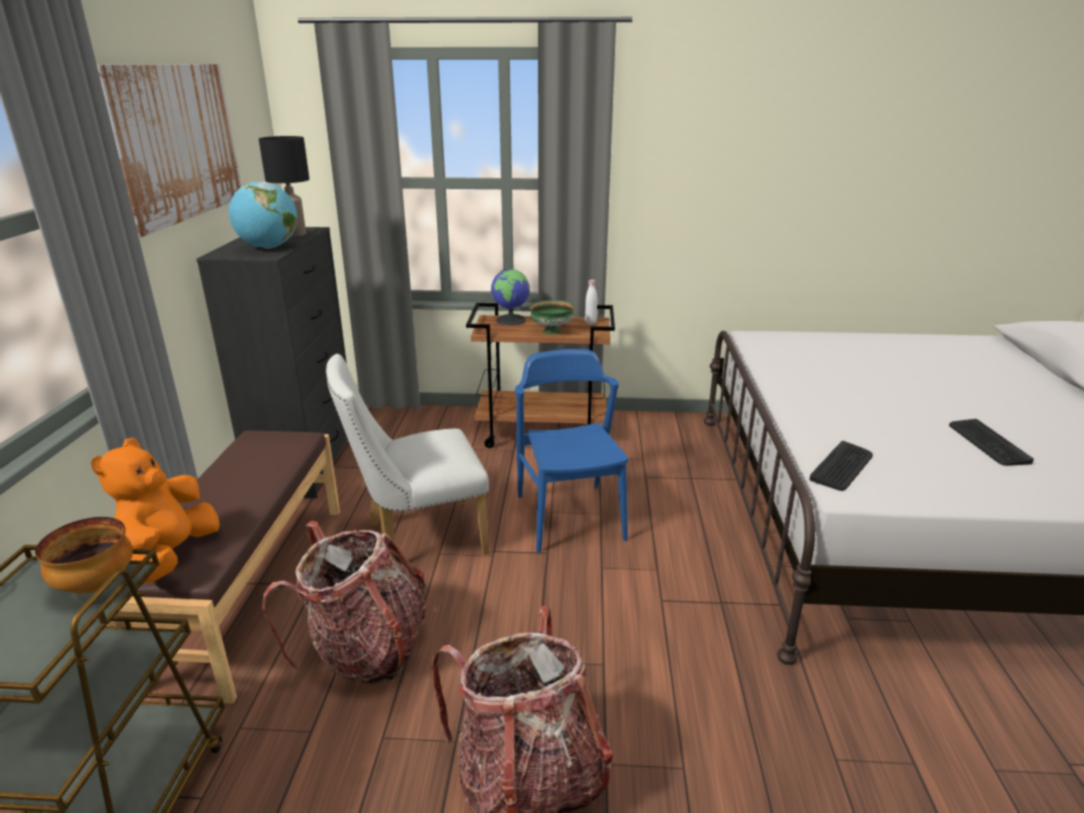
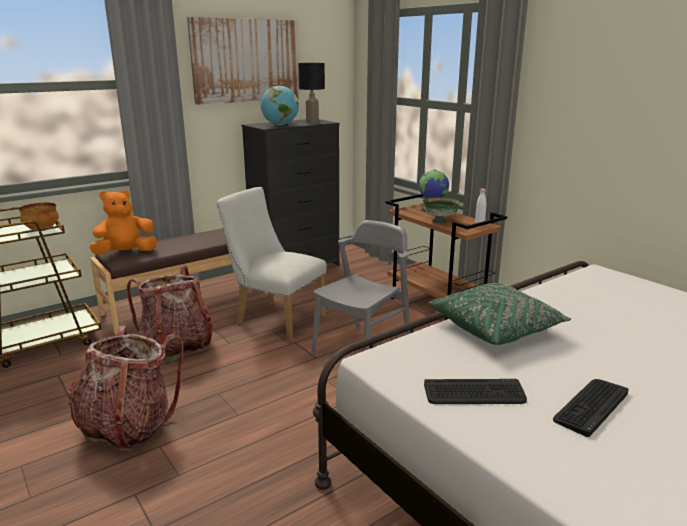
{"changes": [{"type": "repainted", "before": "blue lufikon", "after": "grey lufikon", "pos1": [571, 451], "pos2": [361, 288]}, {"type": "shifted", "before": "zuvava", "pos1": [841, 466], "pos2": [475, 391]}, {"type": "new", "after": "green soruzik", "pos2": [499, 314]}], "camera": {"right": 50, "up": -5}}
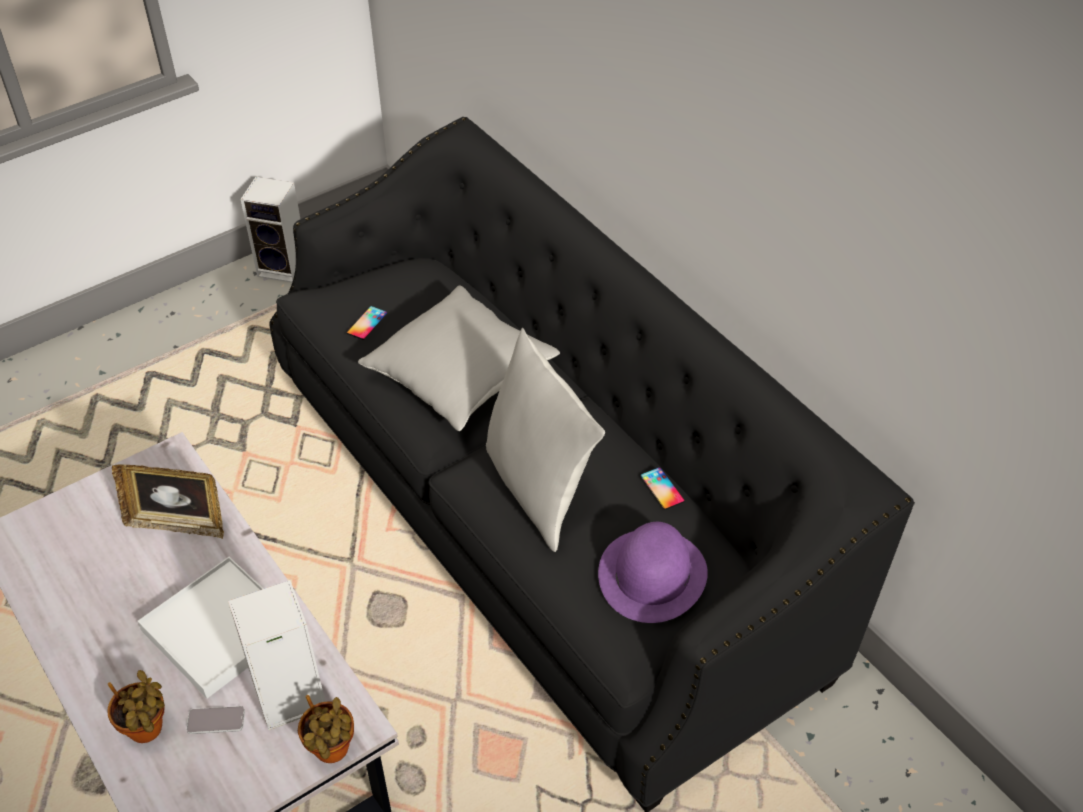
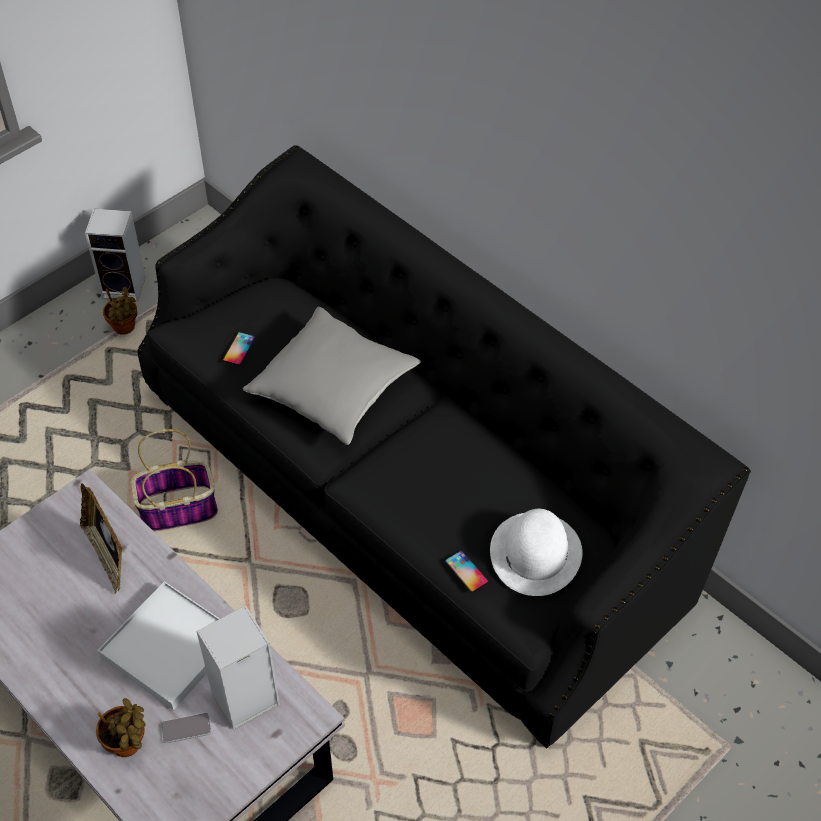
{"changes": [{"type": "rotated", "before": "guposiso", "pos1": [168, 501], "pos2": [101, 538], "turn": 60}, {"type": "shifted", "before": "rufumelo", "pos1": [326, 729], "pos2": [120, 311]}, {"type": "gone", "before": "grey soruzik", "pos1": [545, 440]}, {"type": "repainted", "before": "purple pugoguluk", "after": "white pugoguluk", "pos1": [653, 572], "pos2": [536, 552]}, {"type": "shifted", "before": "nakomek", "pos1": [662, 488], "pos2": [466, 571]}, {"type": "new", "after": "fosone", "pos2": [174, 480]}], "camera": {"right": -10, "up": 5}}
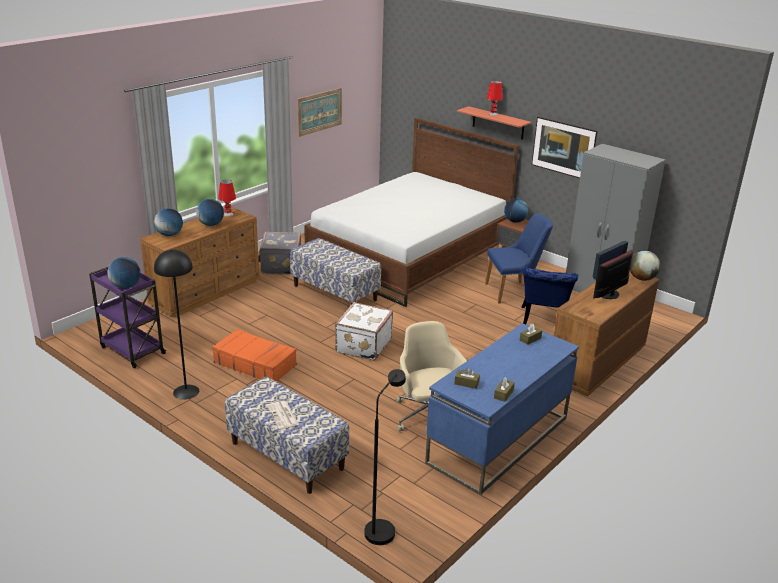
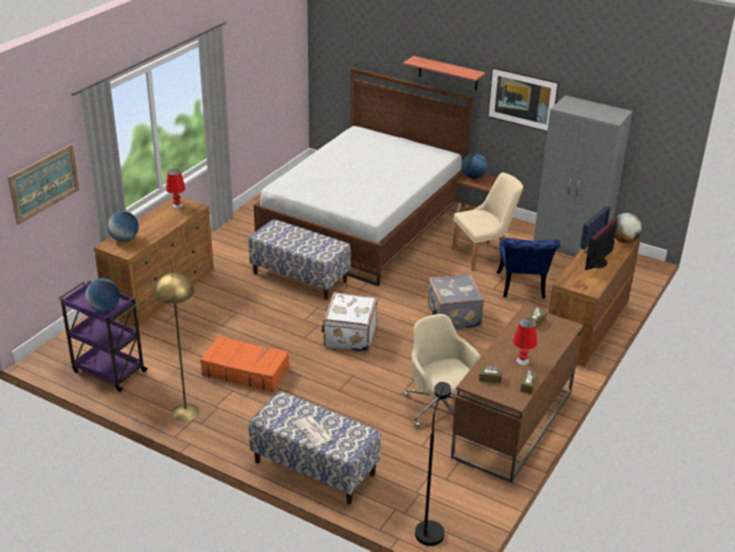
{"changes": [{"type": "repainted", "before": "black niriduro", "after": "yellow niriduro", "pos1": [176, 324], "pos2": [177, 347]}, {"type": "gone", "before": "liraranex", "pos1": [210, 212]}, {"type": "shifted", "before": "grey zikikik", "pos1": [279, 253], "pos2": [456, 302]}, {"type": "shifted", "before": "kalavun", "pos1": [319, 112], "pos2": [43, 184]}, {"type": "repainted", "before": "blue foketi", "after": "brown foketi", "pos1": [502, 409], "pos2": [517, 393]}, {"type": "repainted", "before": "blue lufikon", "after": "beige lufikon", "pos1": [519, 258], "pos2": [487, 222]}, {"type": "shifted", "before": "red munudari", "pos1": [495, 98], "pos2": [525, 341]}], "camera": {"right": -10, "up": 5}}
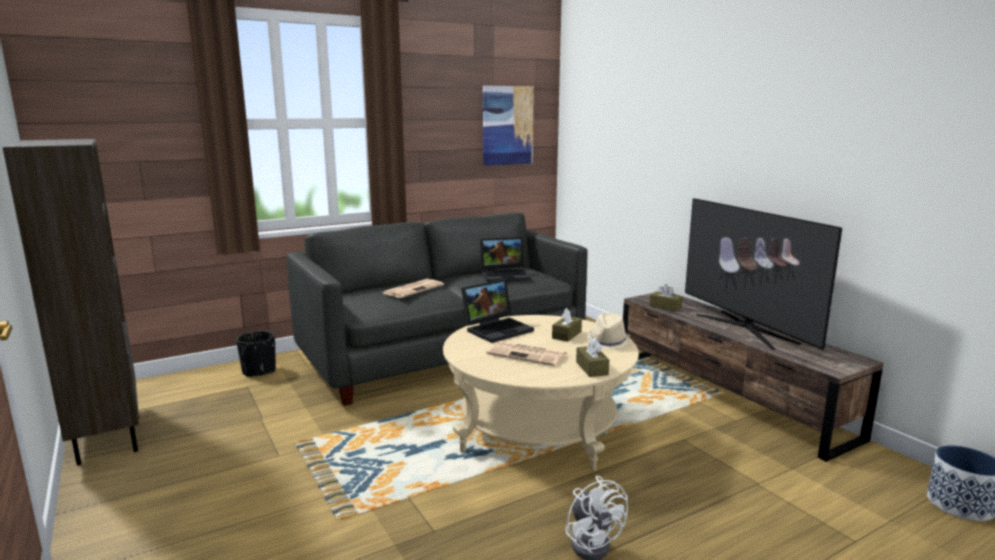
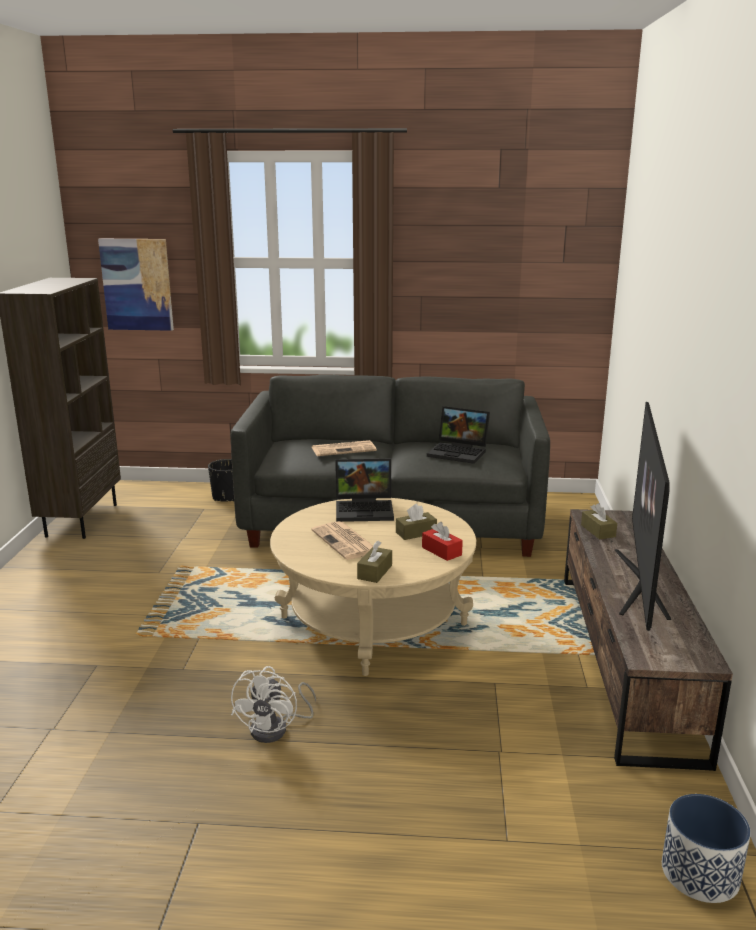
{"changes": [{"type": "shifted", "before": "kalavun", "pos1": [508, 125], "pos2": [136, 285]}, {"type": "swapped", "before": "beige pugoguluk", "after": "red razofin", "pos1": [608, 331], "pos2": [442, 541]}], "camera": {"right": 35, "up": 5}}
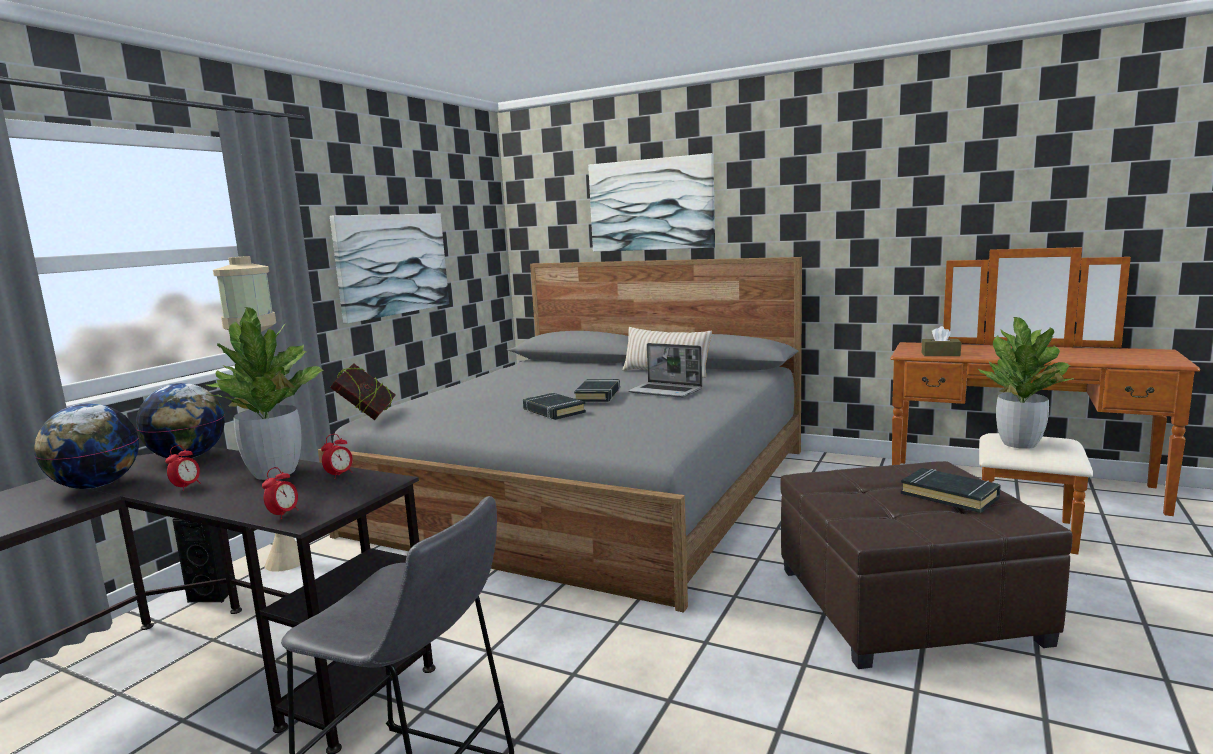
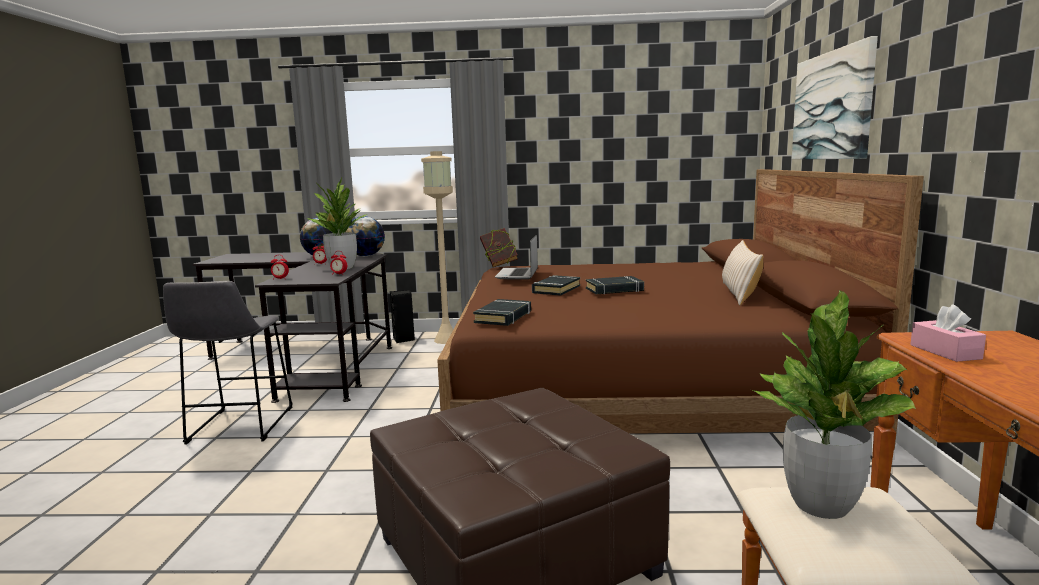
{"changes": [{"type": "repainted", "before": "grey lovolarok", "after": "brown lovolarok", "pos1": [560, 434], "pos2": [680, 309]}, {"type": "gone", "before": "kalavun", "pos1": [389, 268]}, {"type": "shifted", "before": "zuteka", "pos1": [665, 370], "pos2": [516, 257]}, {"type": "shifted", "before": "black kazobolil", "pos1": [951, 490], "pos2": [502, 312]}, {"type": "repainted", "before": "brown razofin", "after": "pink razofin", "pos1": [941, 341], "pos2": [948, 333]}], "camera": {"right": 65, "up": 0}}
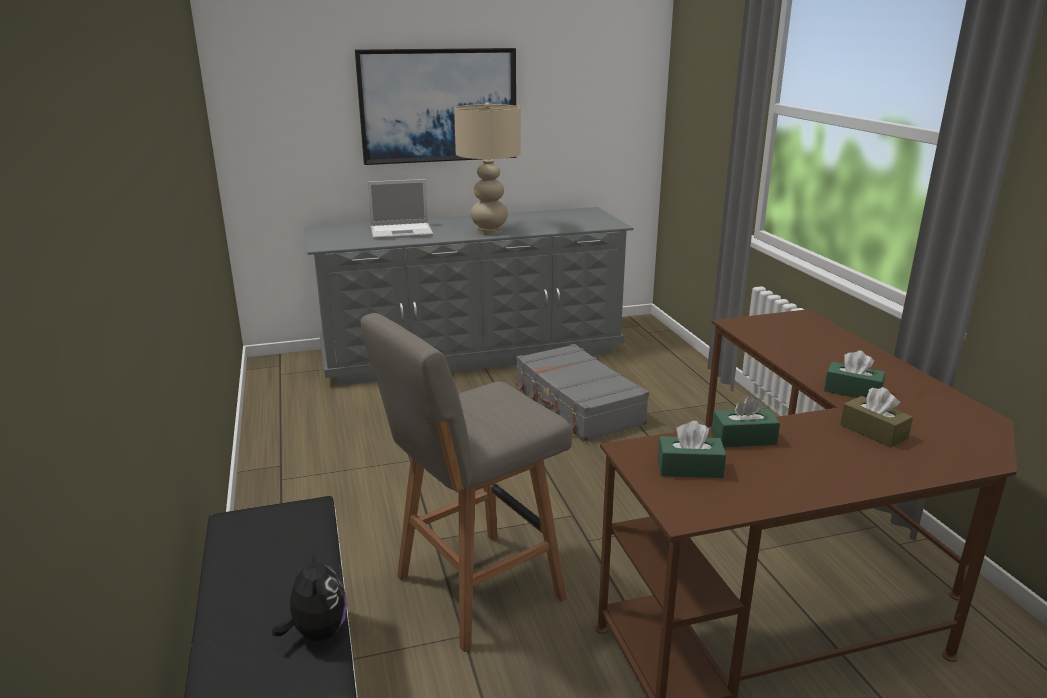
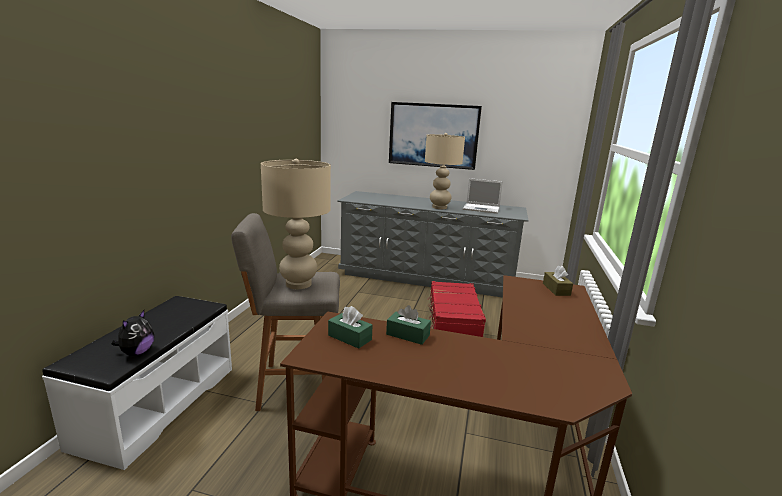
{"changes": [{"type": "shifted", "before": "zuteka", "pos1": [400, 209], "pos2": [483, 196]}, {"type": "repainted", "before": "grey zikikik", "after": "red zikikik", "pos1": [582, 392], "pos2": [456, 309]}, {"type": "gone", "before": "green razofin", "pos1": [854, 374]}, {"type": "shifted", "before": "brown razofin", "pos1": [876, 417], "pos2": [558, 281]}, {"type": "new", "after": "beige munudari", "pos2": [296, 224]}], "camera": {"right": 30, "up": -5}}
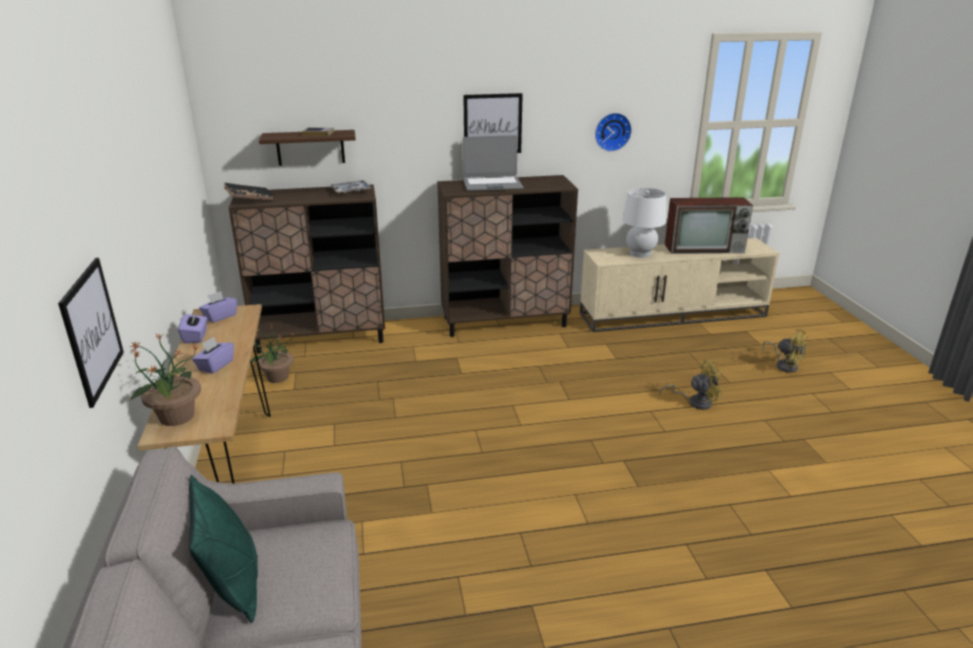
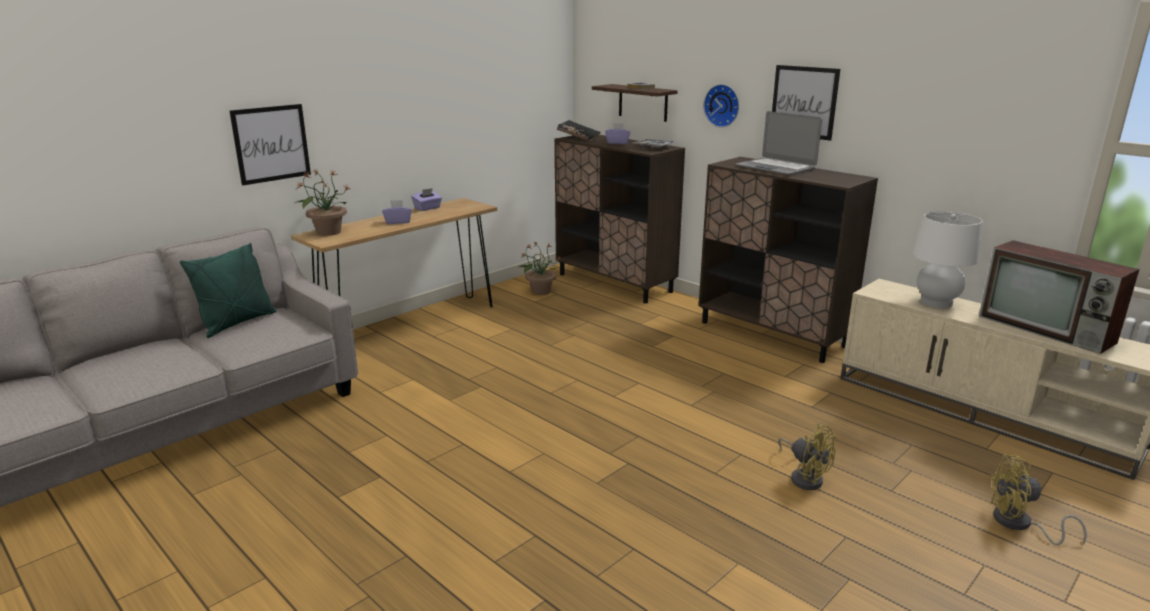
{"changes": [{"type": "shifted", "before": "purple razofin", "pos1": [218, 307], "pos2": [618, 133]}, {"type": "shifted", "before": "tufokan", "pos1": [613, 132], "pos2": [721, 105]}, {"type": "rotated", "before": "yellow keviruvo", "pos1": [785, 350], "pos2": [1037, 500], "turn": 90}], "camera": {"right": 55, "up": -5}}
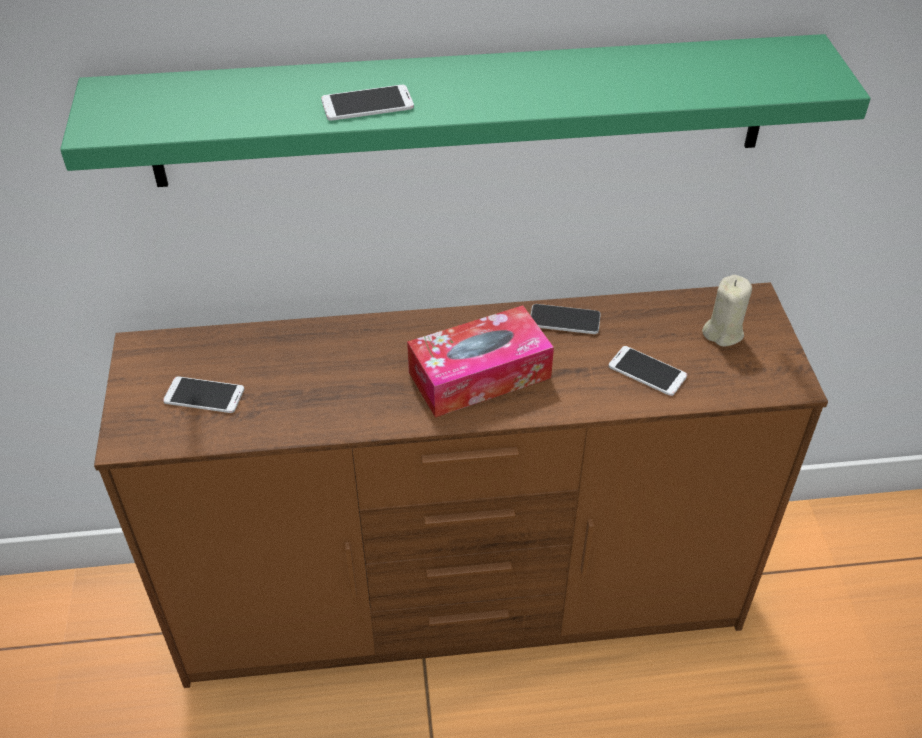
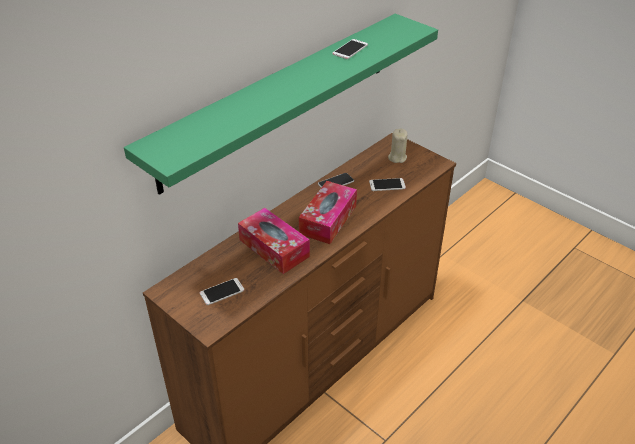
{"changes": [{"type": "shifted", "before": "nakomek", "pos1": [367, 103], "pos2": [350, 49]}, {"type": "new", "after": "razofin", "pos2": [274, 241]}], "camera": {"right": -40, "up": -5}}
